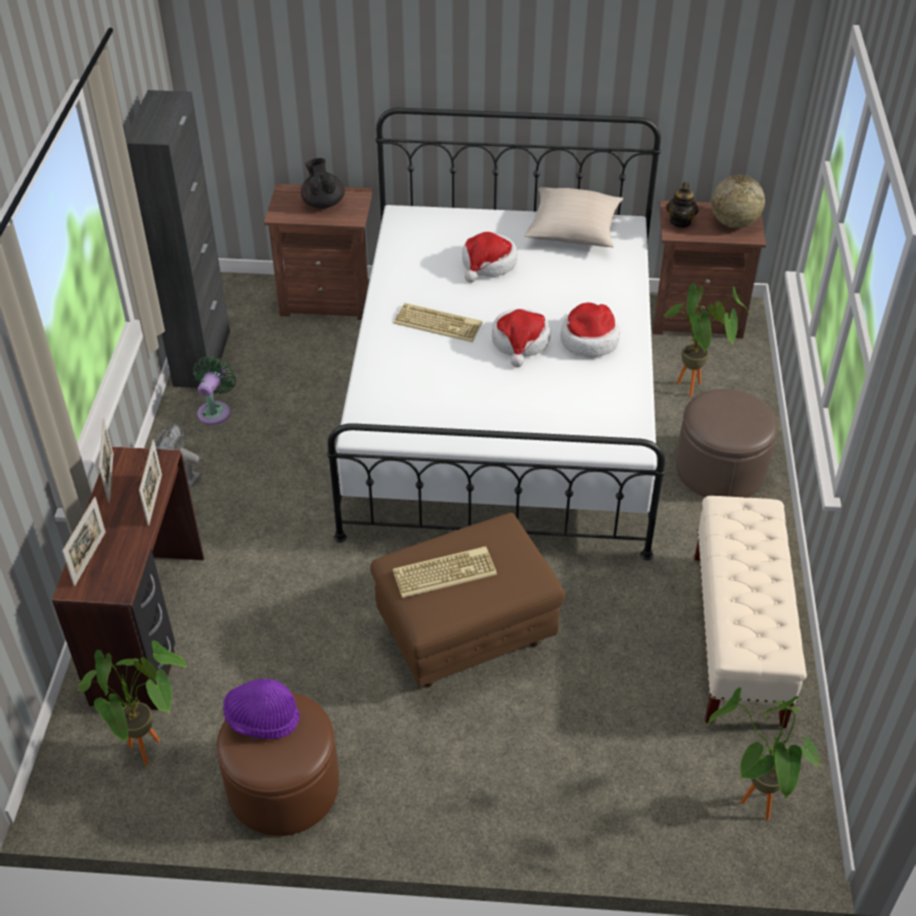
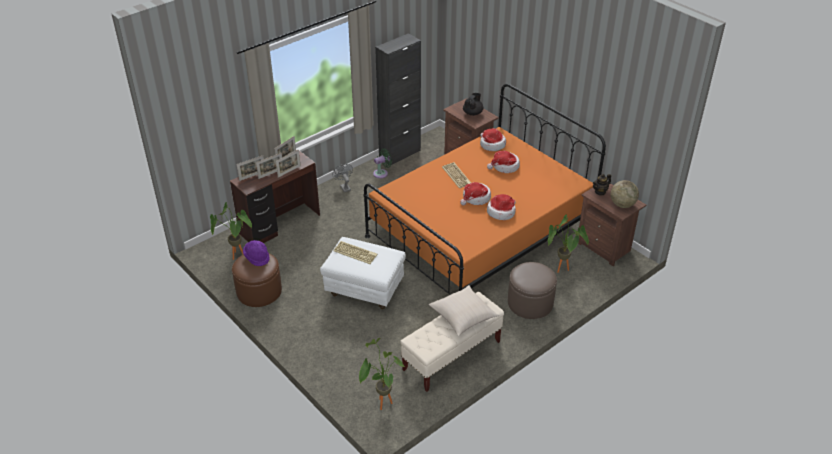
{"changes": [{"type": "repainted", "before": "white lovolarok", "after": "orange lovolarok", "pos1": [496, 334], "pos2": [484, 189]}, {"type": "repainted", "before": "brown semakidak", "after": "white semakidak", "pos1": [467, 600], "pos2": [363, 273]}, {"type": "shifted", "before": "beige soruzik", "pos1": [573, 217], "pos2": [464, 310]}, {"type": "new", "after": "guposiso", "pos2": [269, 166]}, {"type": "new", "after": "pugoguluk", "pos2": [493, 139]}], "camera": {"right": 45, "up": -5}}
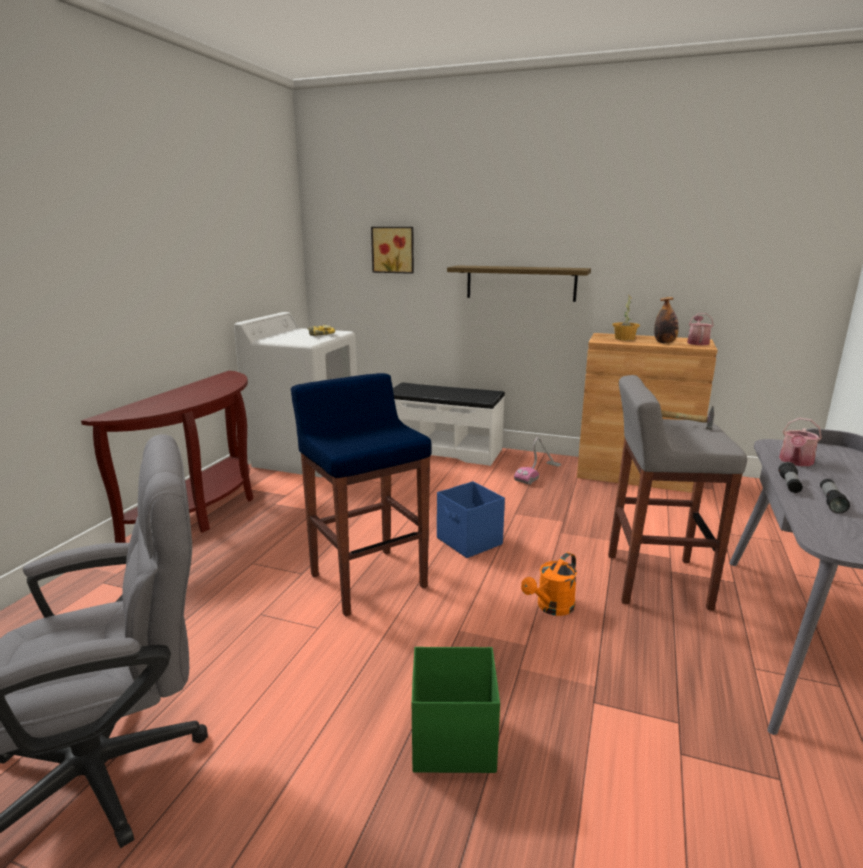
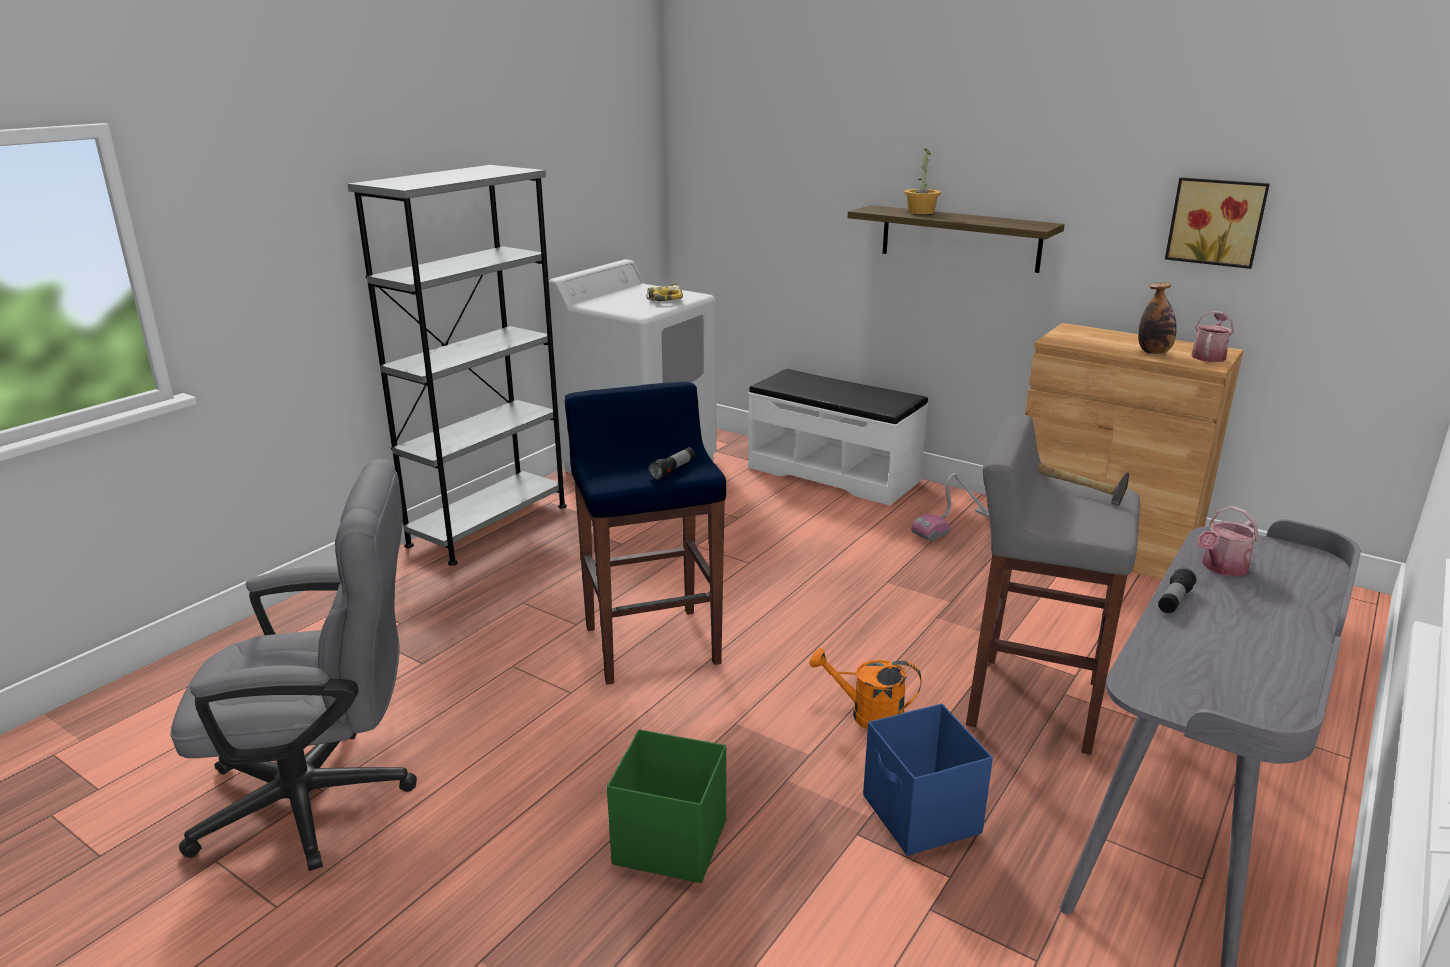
{"changes": [{"type": "swapped", "before": "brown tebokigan", "after": "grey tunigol", "pos1": [167, 457], "pos2": [457, 365]}, {"type": "shifted", "before": "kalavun", "pos1": [392, 250], "pos2": [1217, 223]}, {"type": "shifted", "before": "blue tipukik", "pos1": [471, 519], "pos2": [928, 779]}, {"type": "rotated", "before": "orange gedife", "pos1": [549, 584], "pos2": [866, 689], "turn": 45}, {"type": "shifted", "before": "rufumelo", "pos1": [626, 318], "pos2": [922, 181]}, {"type": "shifted", "before": "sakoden", "pos1": [835, 496], "pos2": [672, 463]}], "camera": {"right": 15, "up": 5}}
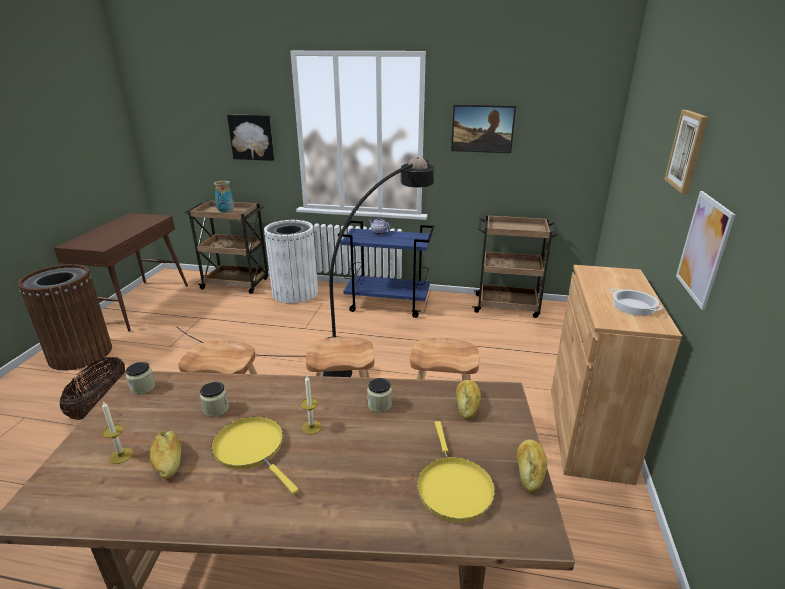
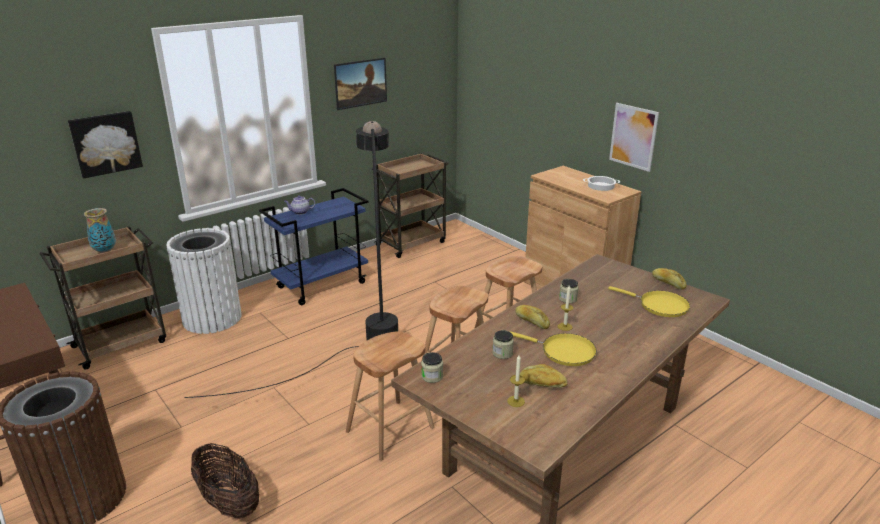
{"changes": [{"type": "rotated", "before": "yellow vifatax", "pos1": [255, 455], "pos2": [553, 348], "turn": -150}, {"type": "shifted", "before": "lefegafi", "pos1": [468, 400], "pos2": [532, 317]}, {"type": "gone", "before": "kalavun", "pos1": [686, 152]}], "camera": {"right": -50, "up": 0}}
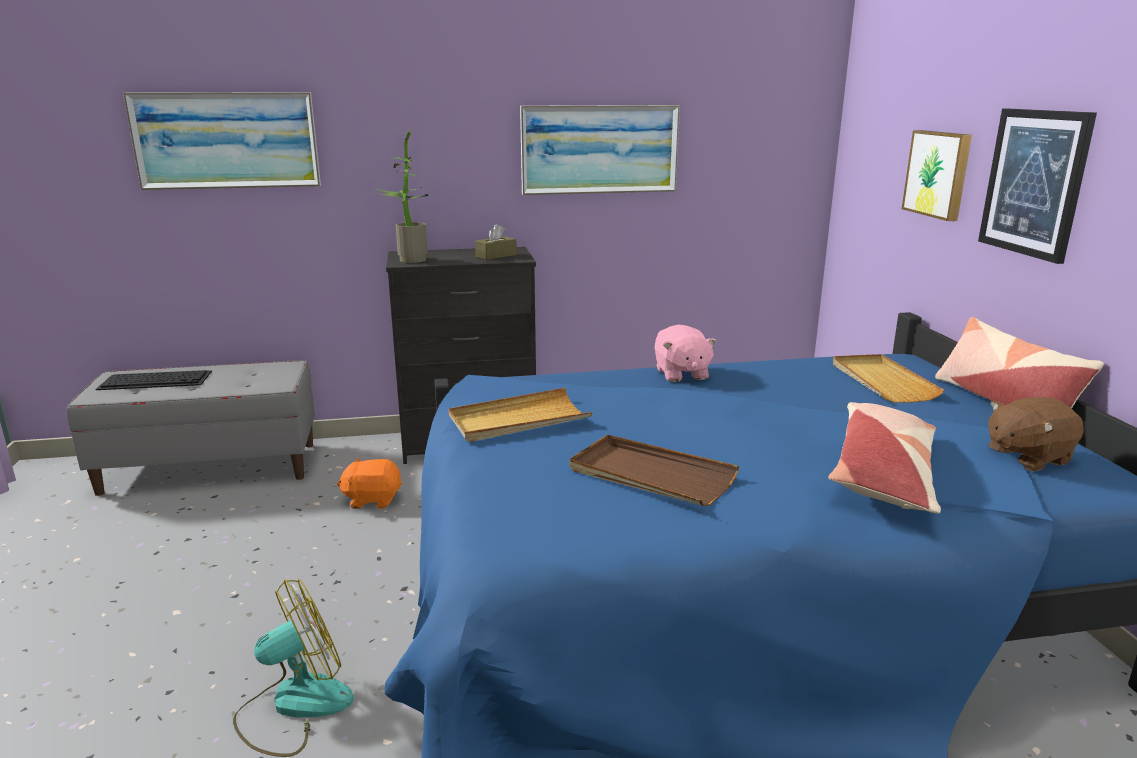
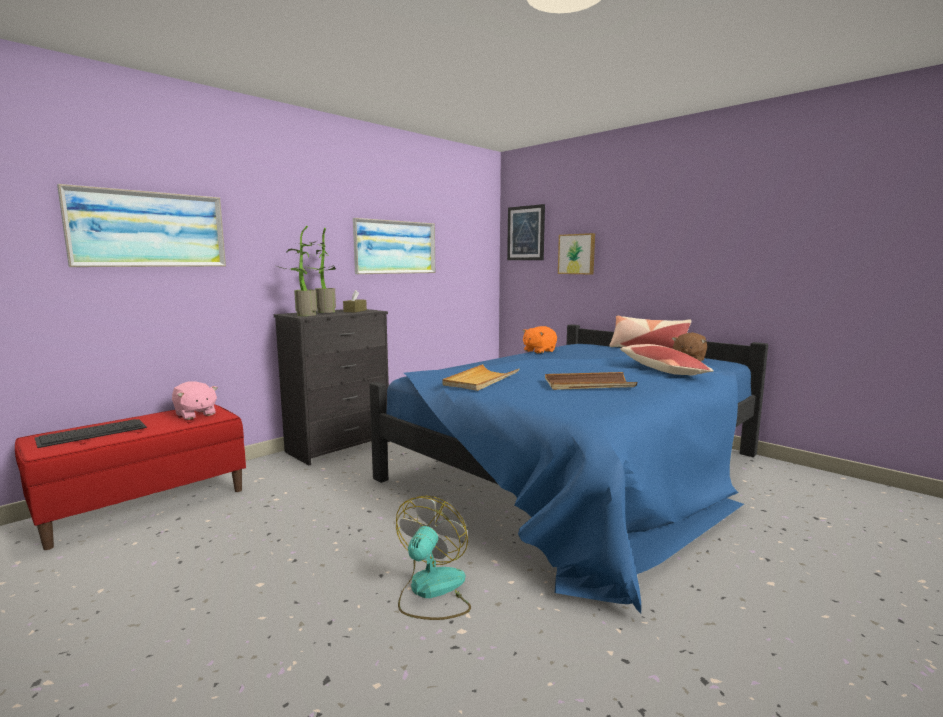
{"changes": [{"type": "repainted", "before": "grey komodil", "after": "red komodil", "pos1": [191, 428], "pos2": [130, 477]}, {"type": "shifted", "before": "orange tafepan", "pos1": [369, 483], "pos2": [540, 340]}, {"type": "shifted", "before": "pink tafepan", "pos1": [685, 353], "pos2": [195, 400]}, {"type": "gone", "before": "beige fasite", "pos1": [888, 378]}, {"type": "shifted", "before": "kalavun", "pos1": [1037, 186], "pos2": [526, 232]}, {"type": "new", "after": "rufumelo", "pos2": [320, 270]}], "camera": {"right": -35, "up": -10}}
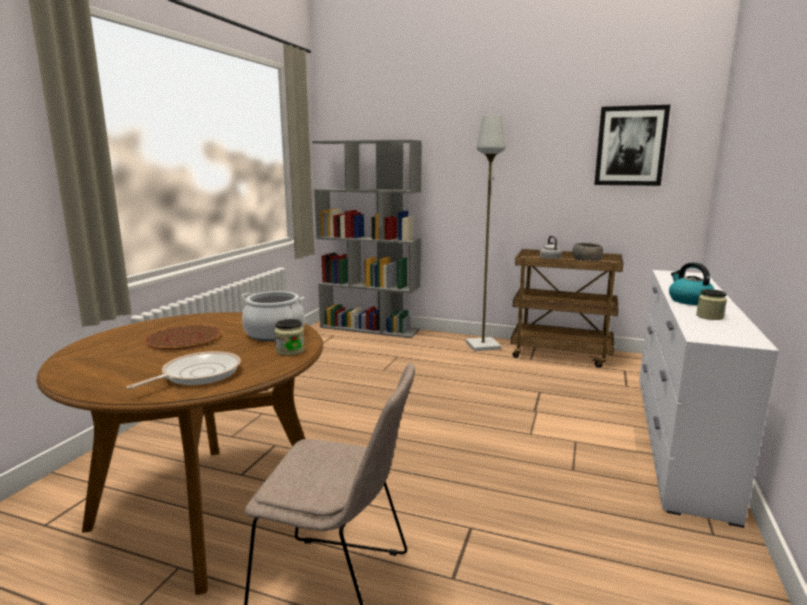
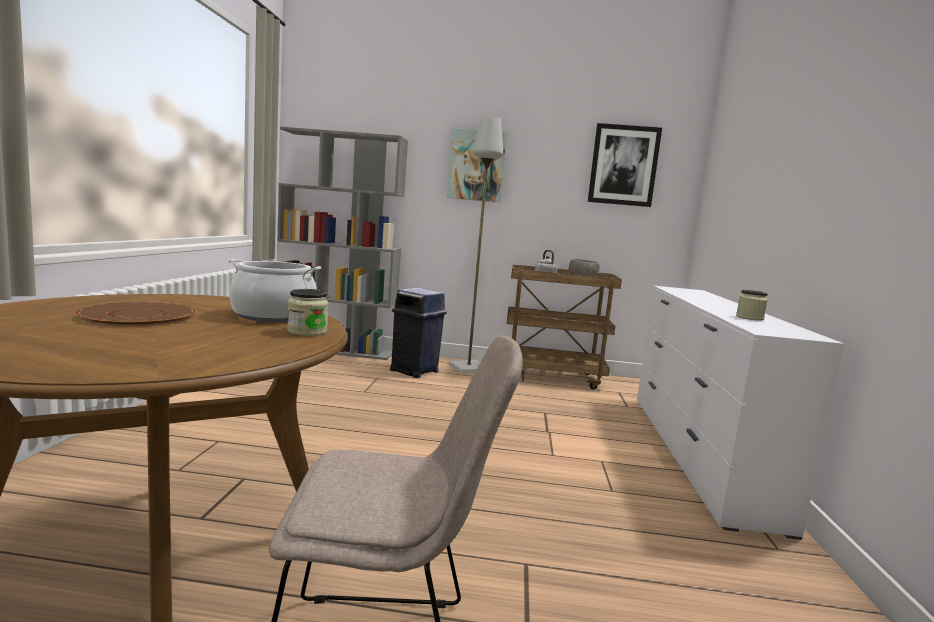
{"changes": [{"type": "gone", "before": "vifatax", "pos1": [184, 370]}, {"type": "gone", "before": "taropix", "pos1": [692, 283]}, {"type": "new", "after": "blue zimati", "pos2": [418, 333]}, {"type": "new", "after": "kalavun", "pos2": [477, 165]}], "camera": {"right": -15, "up": -5}}
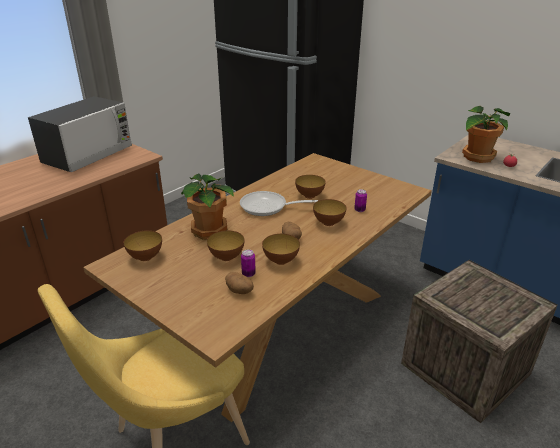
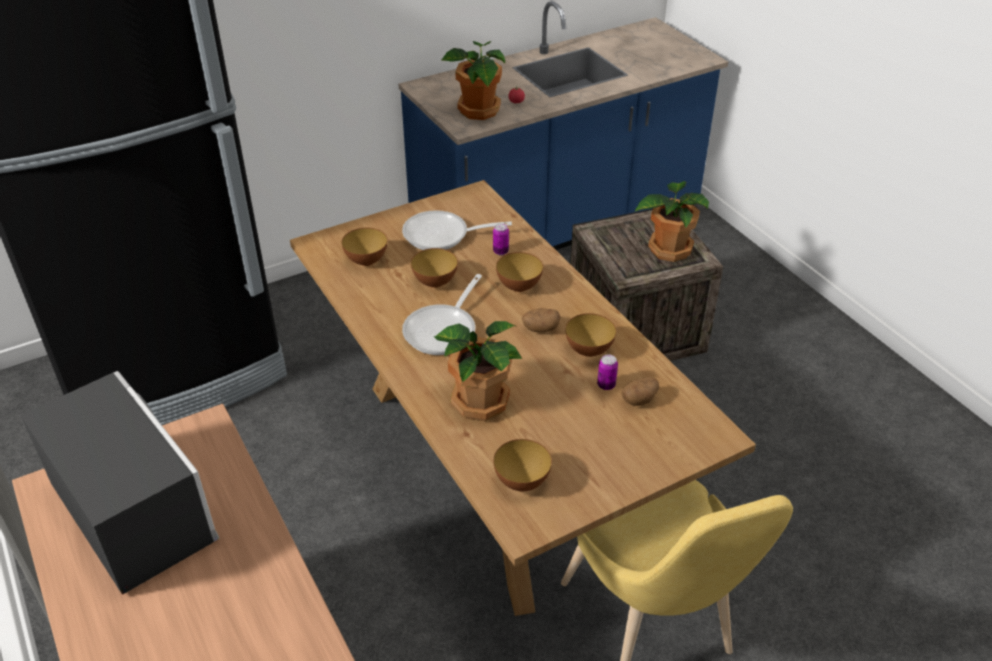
{"changes": [{"type": "shifted", "before": "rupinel", "pos1": [225, 245], "pos2": [364, 247]}, {"type": "new", "after": "vifatax", "pos2": [457, 230]}, {"type": "new", "after": "rufumelo", "pos2": [671, 221]}], "camera": {"right": -70, "up": 10}}
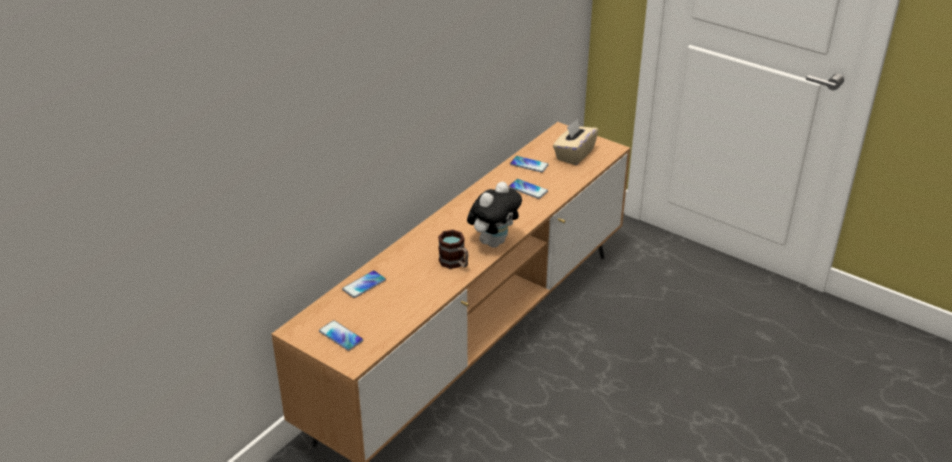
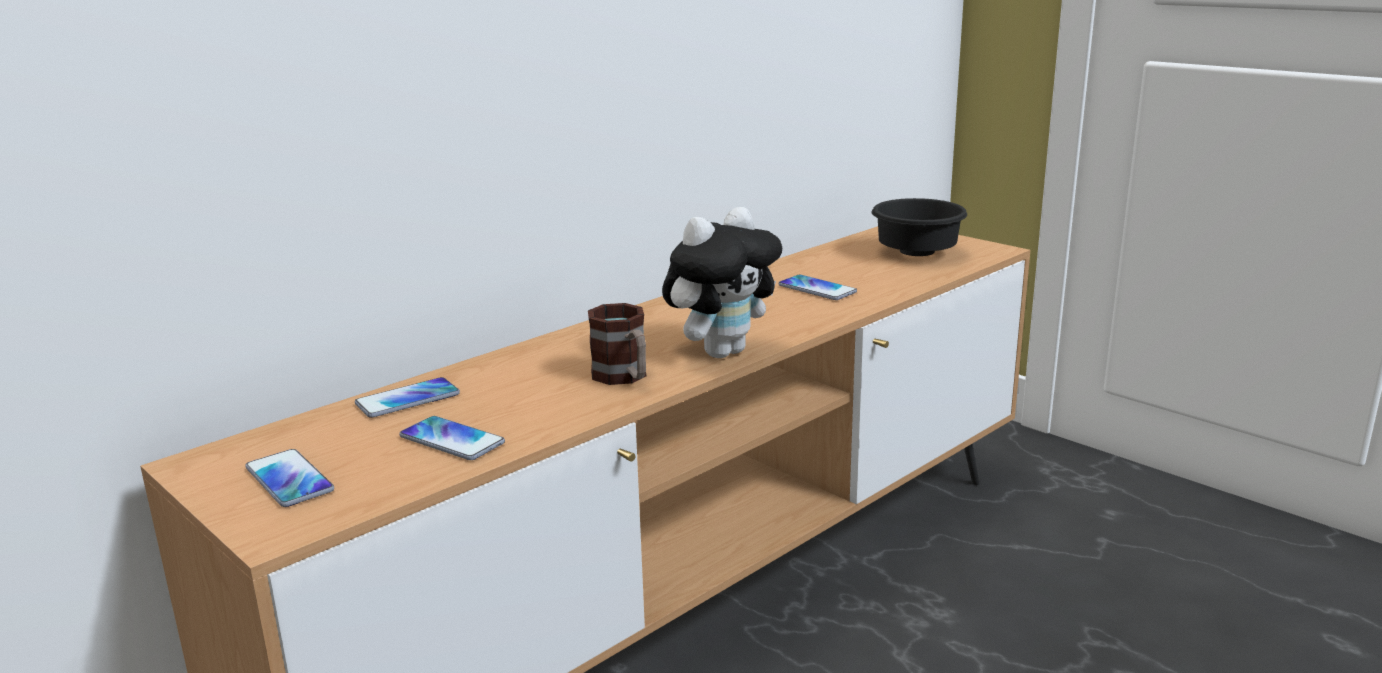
{"changes": [{"type": "shifted", "before": "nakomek", "pos1": [529, 164], "pos2": [452, 438]}, {"type": "swapped", "before": "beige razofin", "after": "black rupinel", "pos1": [575, 142], "pos2": [919, 227]}], "camera": {"right": 10, "up": -15}}
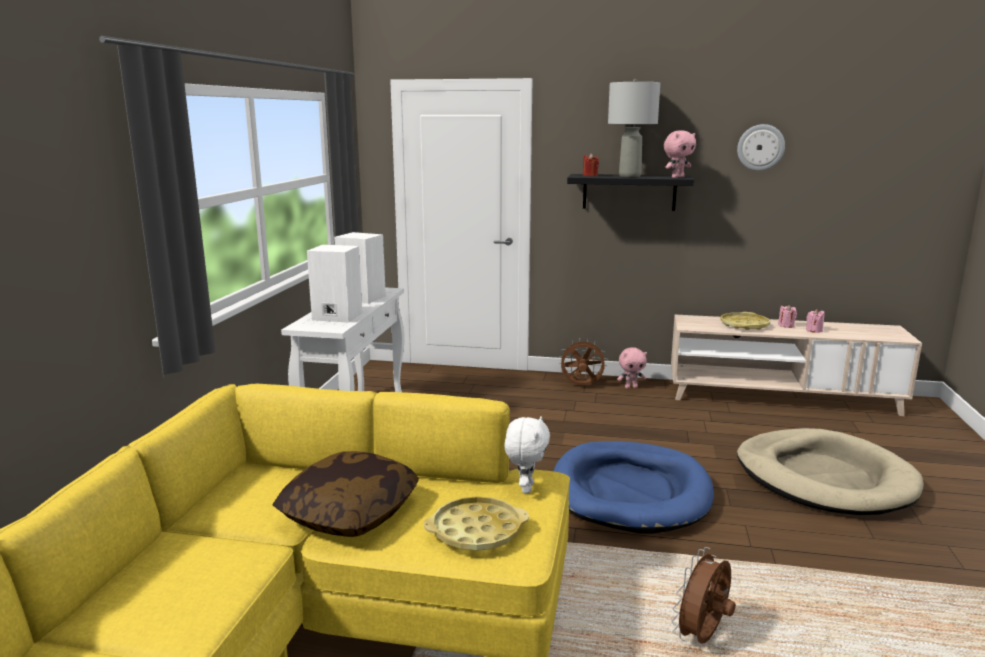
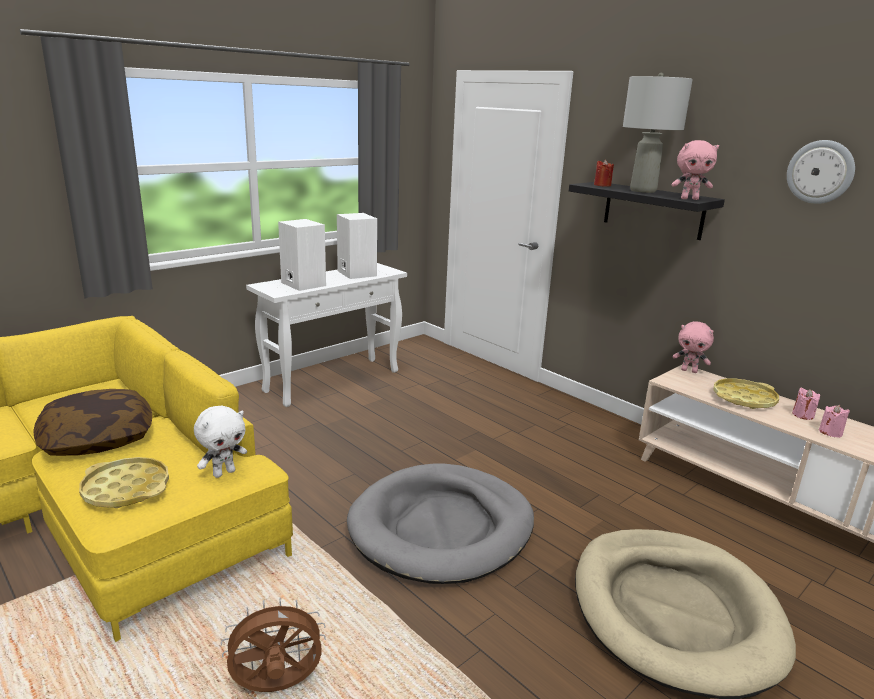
{"changes": [{"type": "repainted", "before": "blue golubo", "after": "grey golubo", "pos1": [634, 487], "pos2": [440, 523]}, {"type": "gone", "before": "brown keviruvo", "pos1": [582, 362]}, {"type": "shifted", "before": "pink tafepan", "pos1": [632, 368], "pos2": [693, 347]}], "camera": {"right": 35, "up": 5}}
